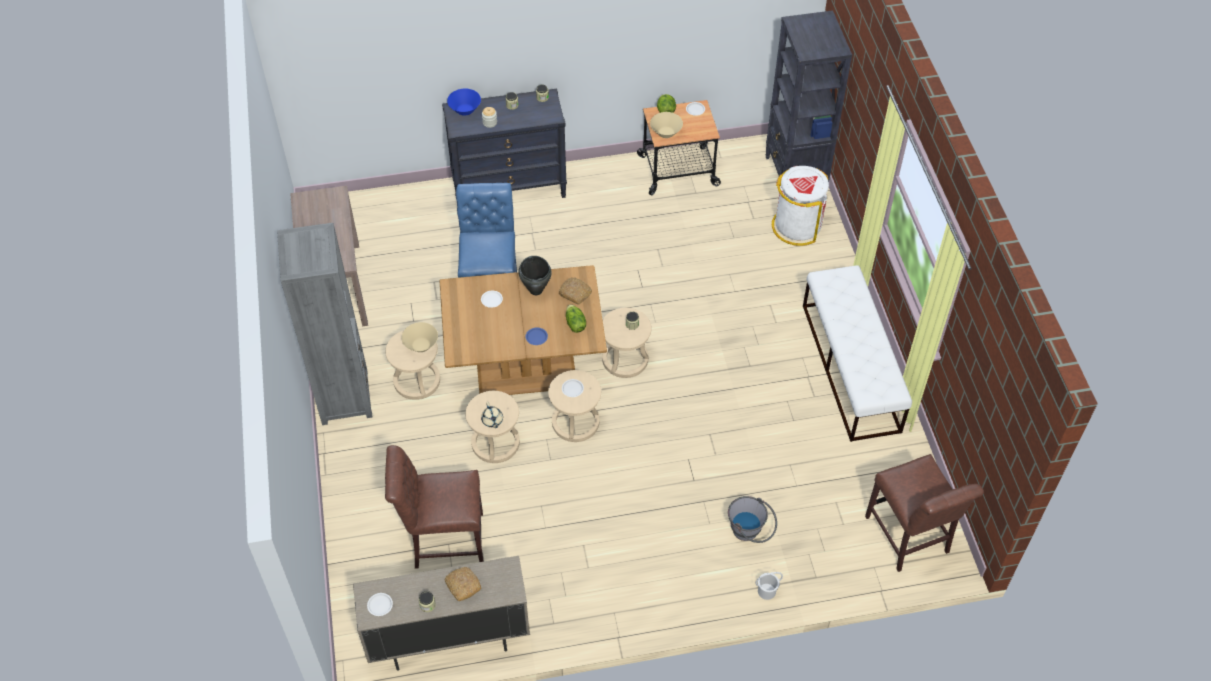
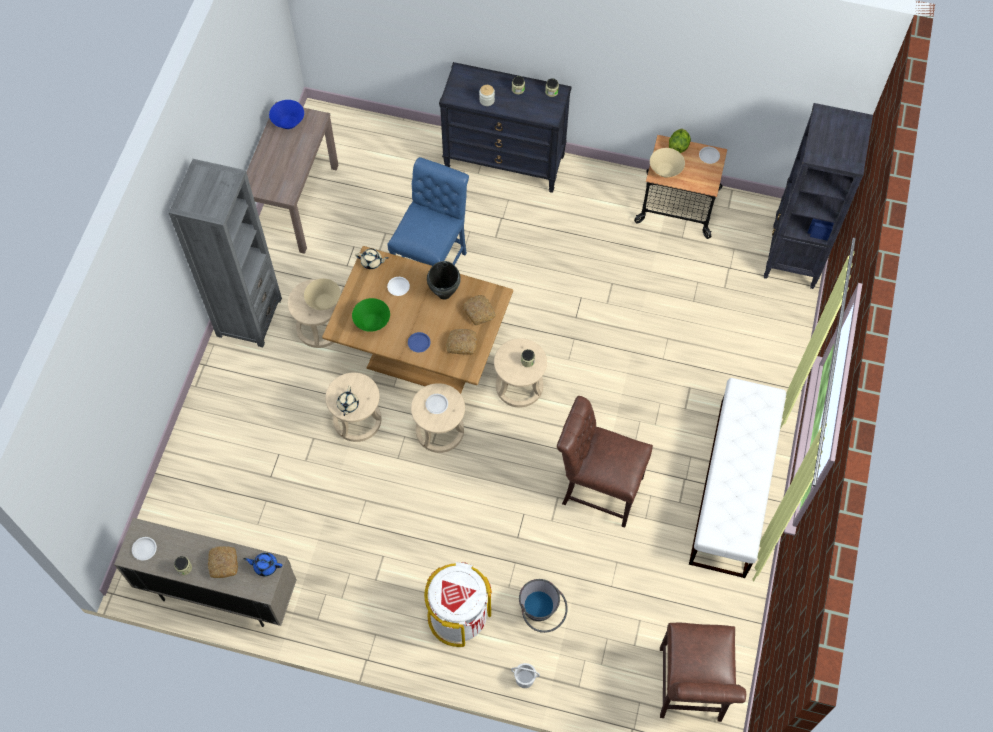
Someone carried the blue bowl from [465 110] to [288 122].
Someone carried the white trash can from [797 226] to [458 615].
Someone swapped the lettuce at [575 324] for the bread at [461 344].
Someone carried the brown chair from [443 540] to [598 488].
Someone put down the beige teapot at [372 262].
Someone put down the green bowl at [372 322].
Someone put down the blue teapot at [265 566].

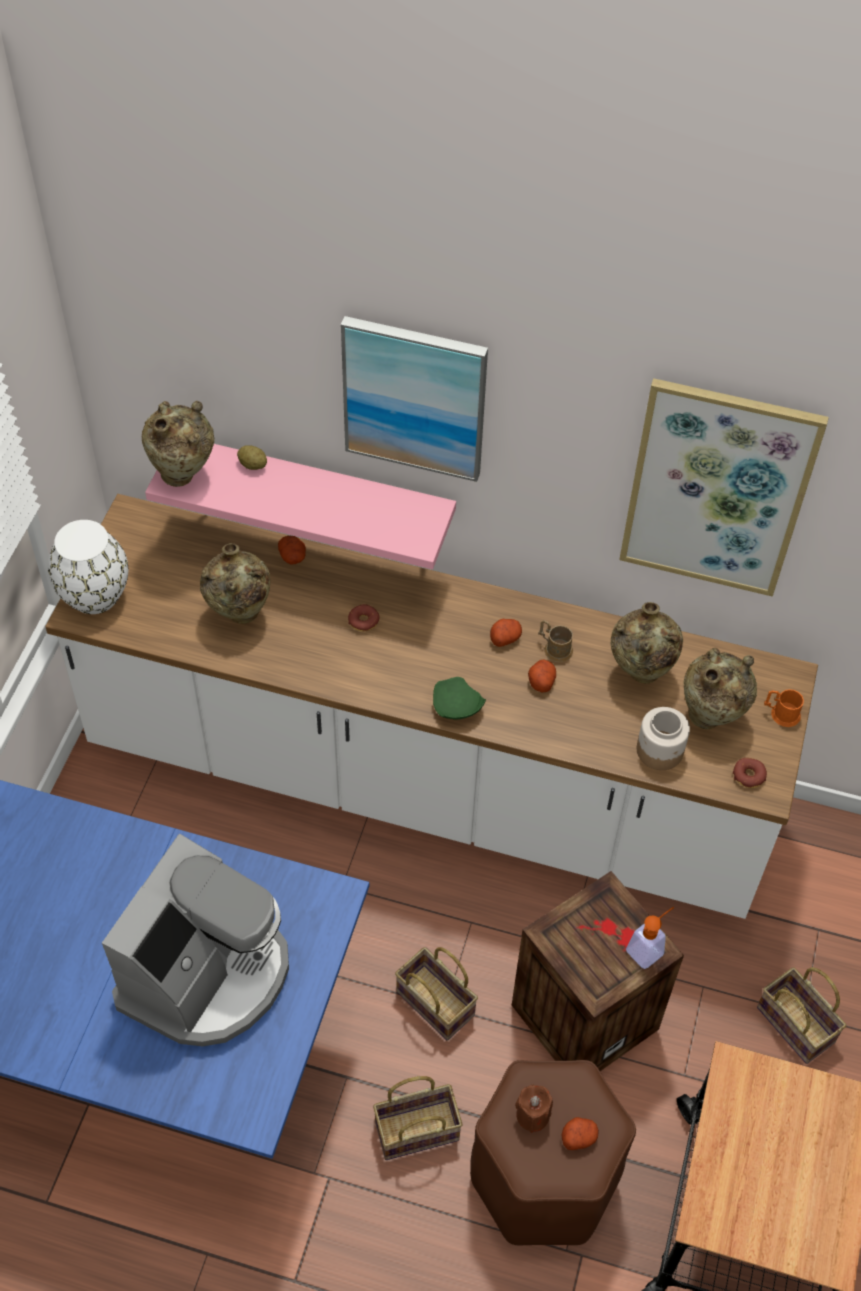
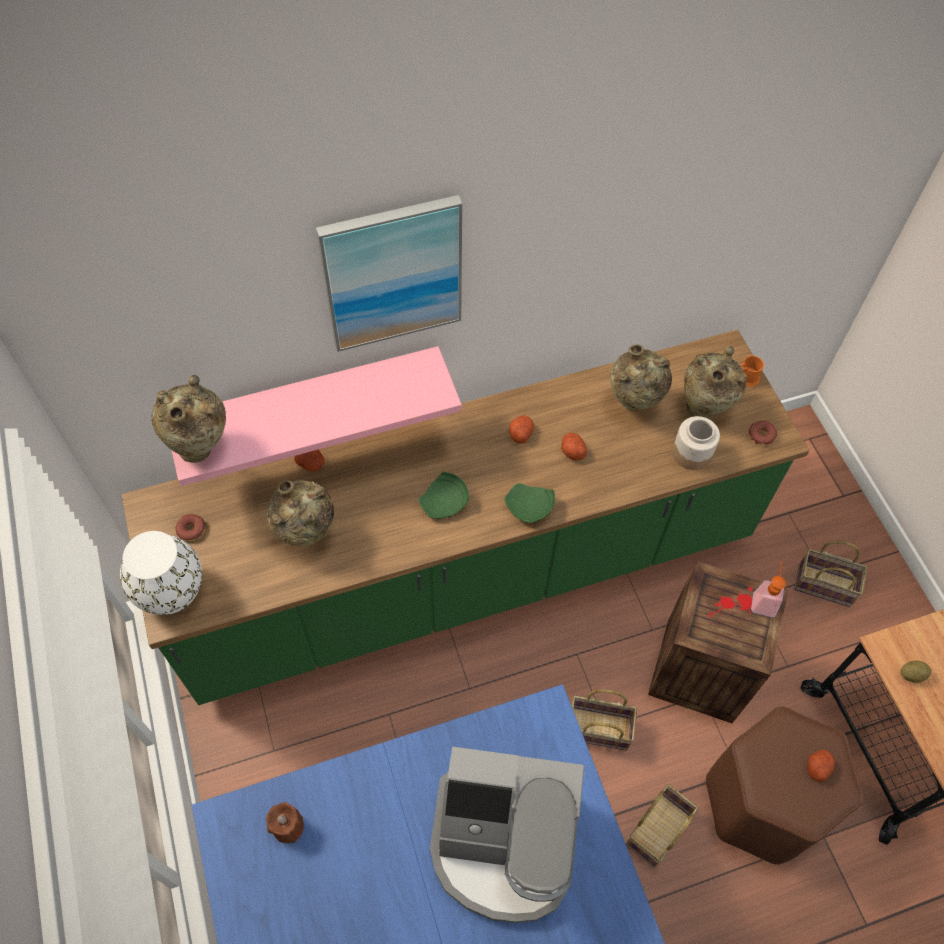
Someone took away the picture at [717 489].
Someone carried the potato from [253 465] to [911 675].
Someone repainted the white counter at [426 782], which became the green counter at [469 572].
Someone carried the donut from [363 621] to [191 530].
Someone took away the brown mug at [554 648].
Someone rotated the coffee machine at [207 974] by 105 degrees clockwise.
Someone carried the brown candle from [532 1115] to [288 827].
Someone put down the green plate at [444 503].

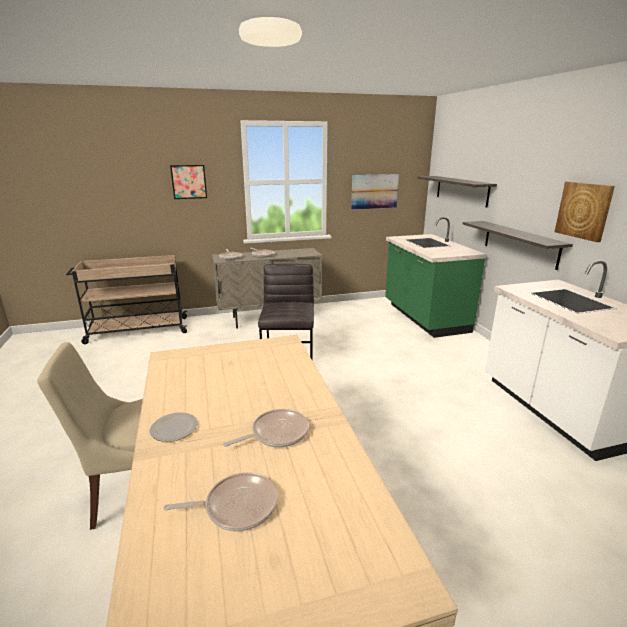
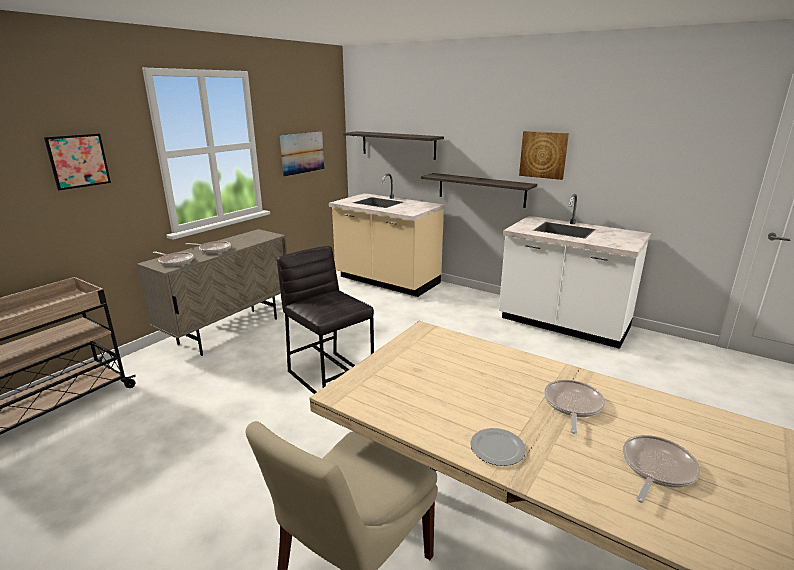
Someone repainted the green counter at [424 317], which became the beige counter at [386 281].

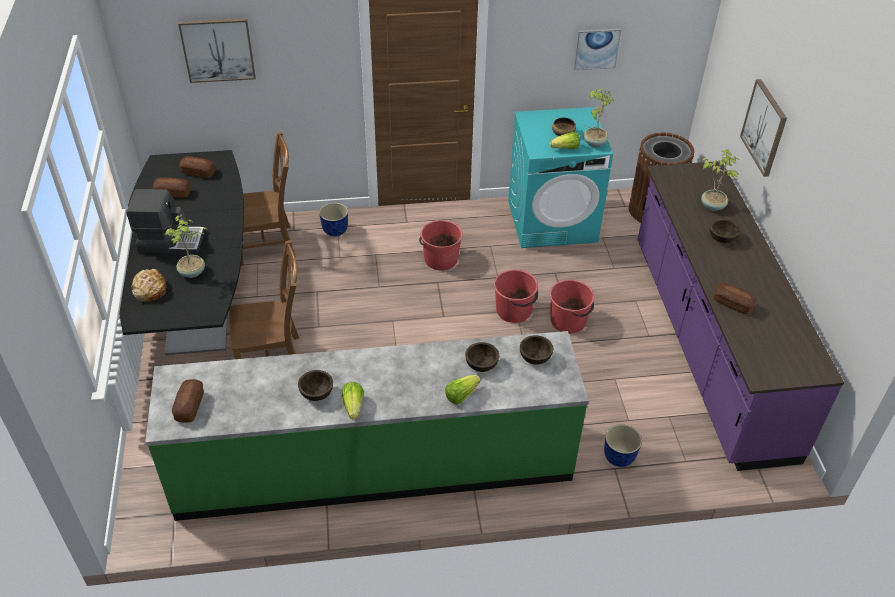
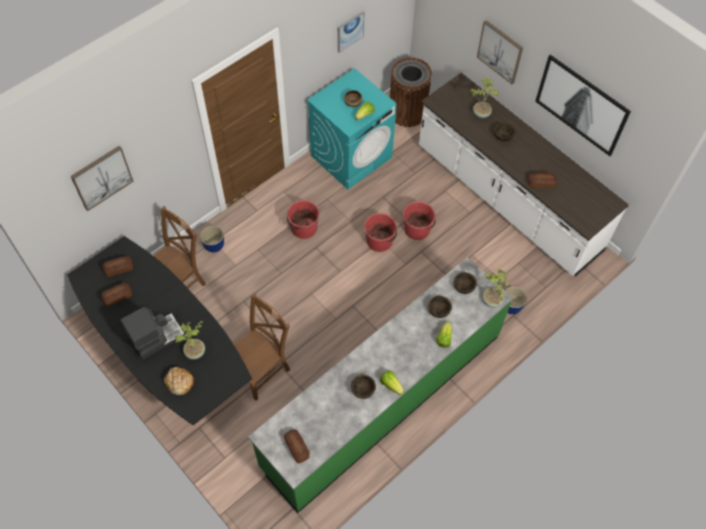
Someone carried the potted plant from [593 143] to [491 301].
Someone repainted the purple counter at [708 345], which became the white counter at [506 199].
Someone put up the picture at [582 104].

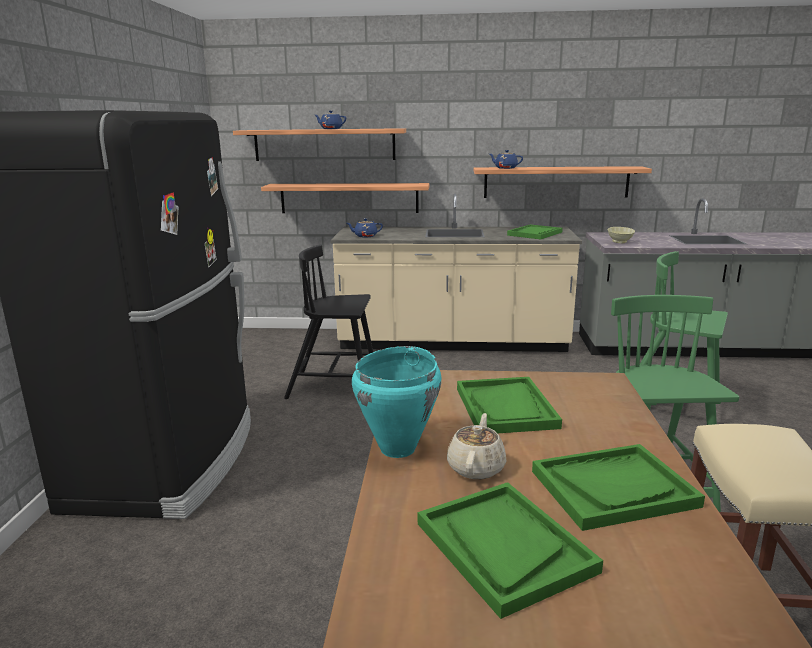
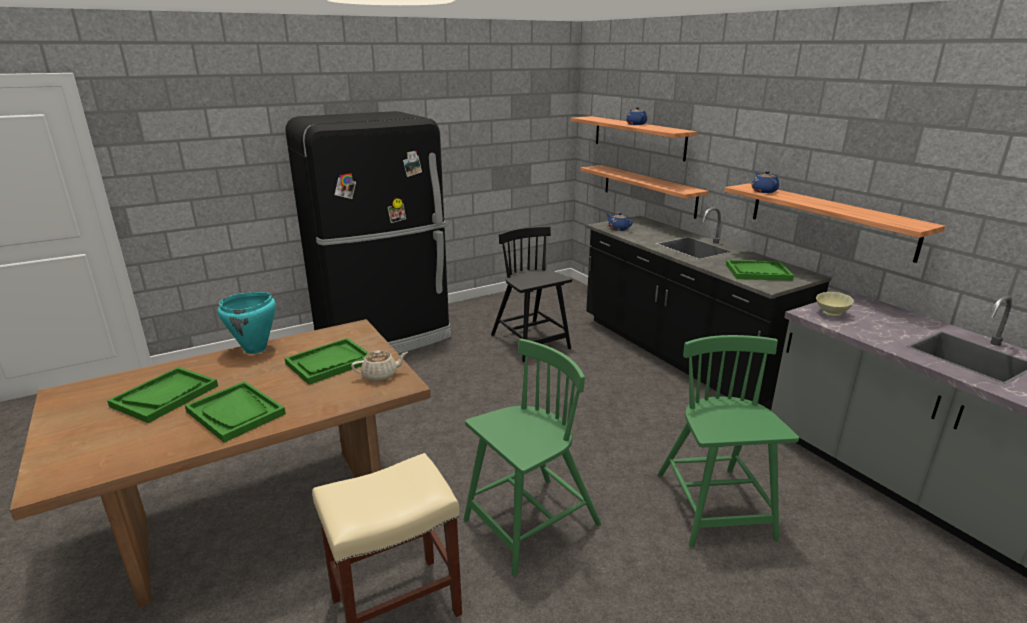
Someone repainted the beige counter at [452 343], which became the black counter at [679 356].
Someone carried the beige teapot from [476 467] to [380 375].

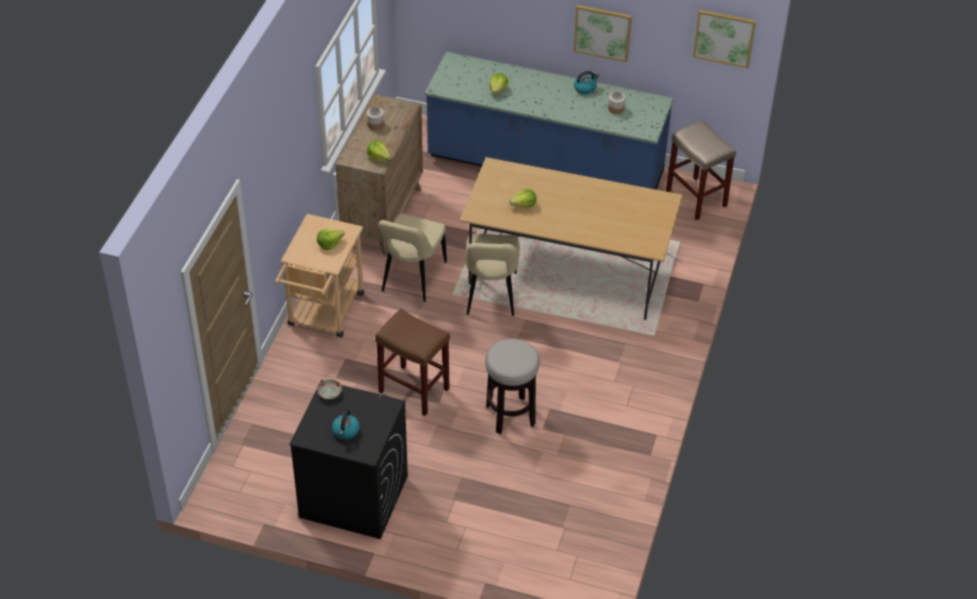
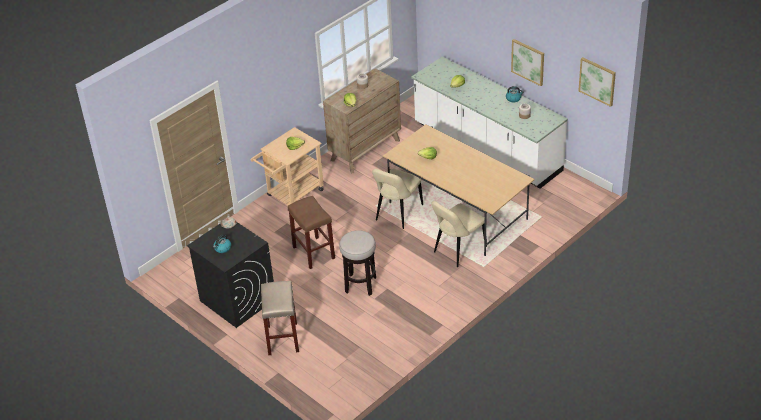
Someone repainted the blue counter at [545 166], which became the white counter at [486 148].
Someone carried the beige stool from [697 198] to [283 339].
Someone carried the beige chair from [412 279] to [458 250].

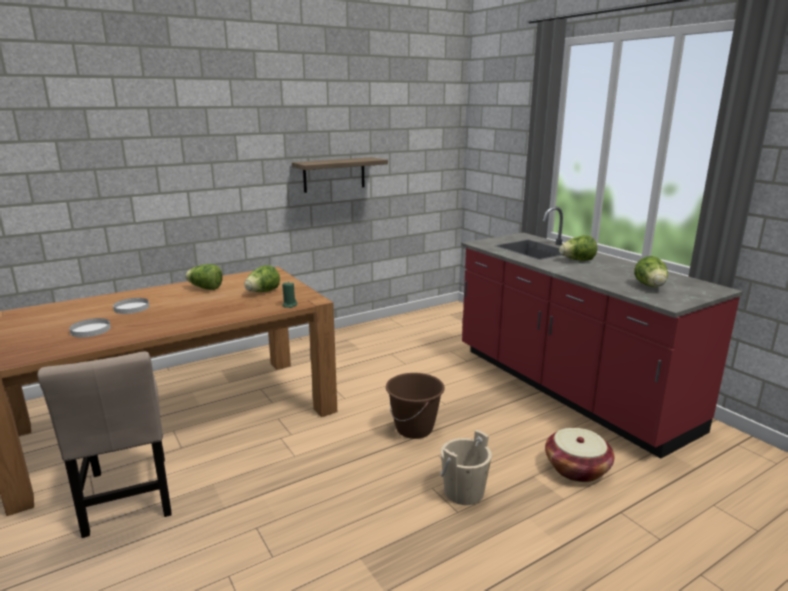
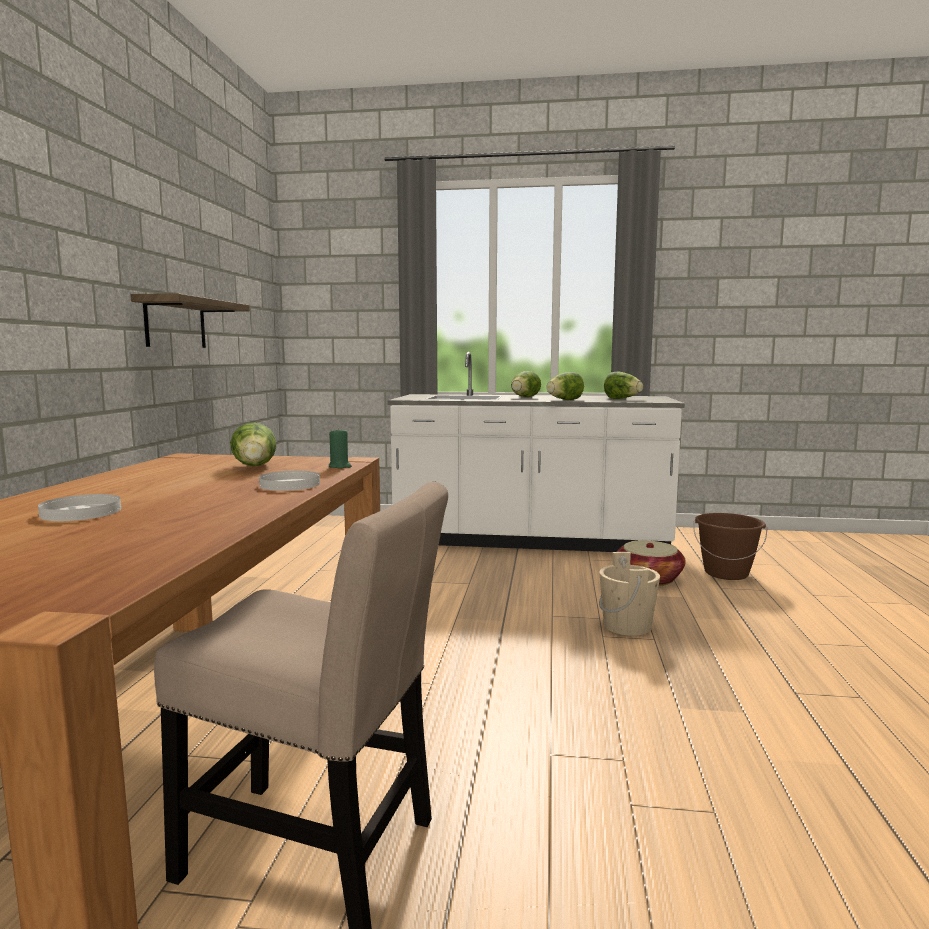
Someone repainted the red counter at [567 388], which became the white counter at [530 540].
Someone carried the lettuce from [205 288] to [564 400].
Someone carried the white plate from [90 330] to [289 484].
Someone carried the brown bucket from [414 429] to [726 573].

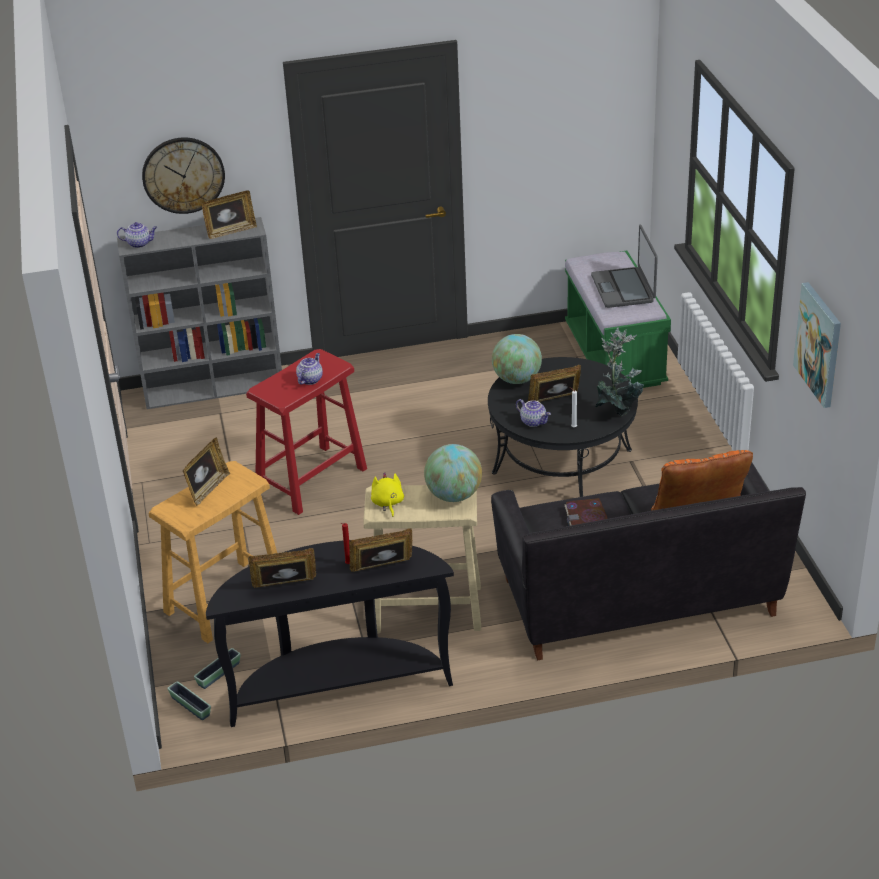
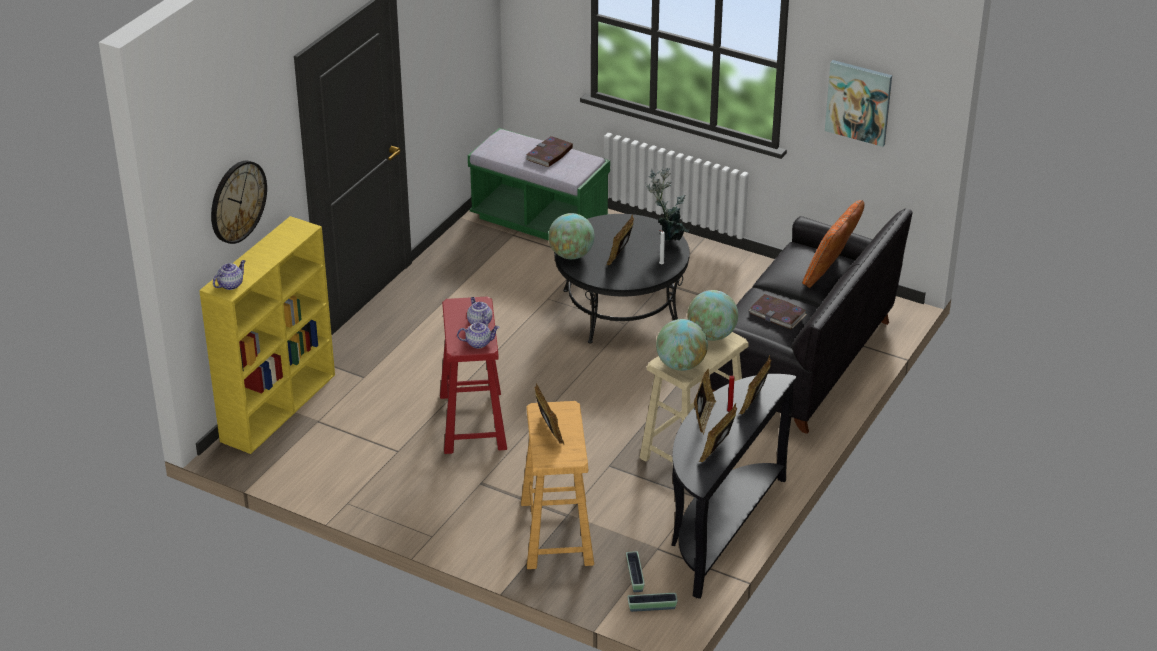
Someone carried the picture frame from [231 231] to [703 418].
Someone repainted the grey bookcase at [215 388], which became the yellow bookcase at [279 407].
Someone swapped the laptop at [623 288] for the book at [549 154].
Someone carried the teapot from [534 422] to [478 343].
Someone swapped the yellow plush toy at [387 503] for the globe at [681 365].

